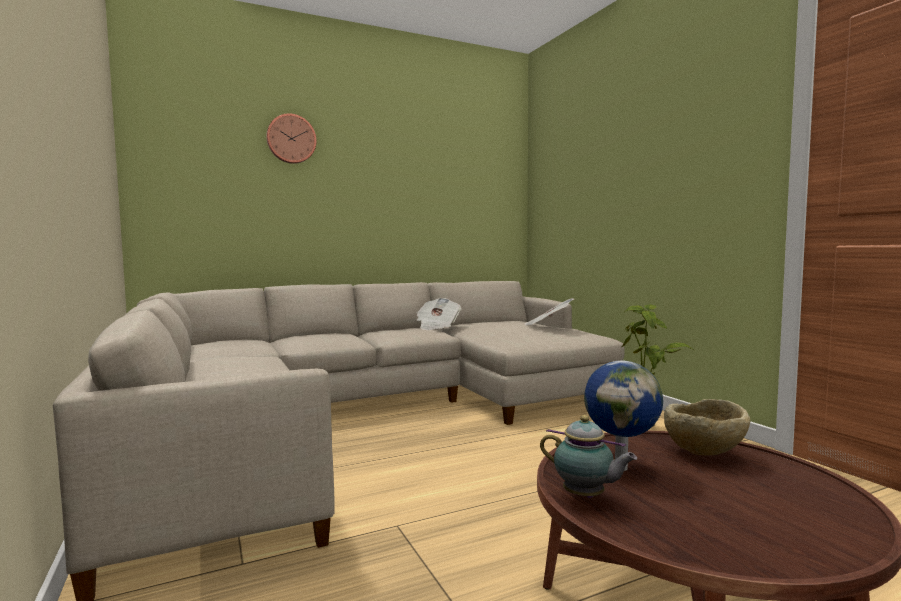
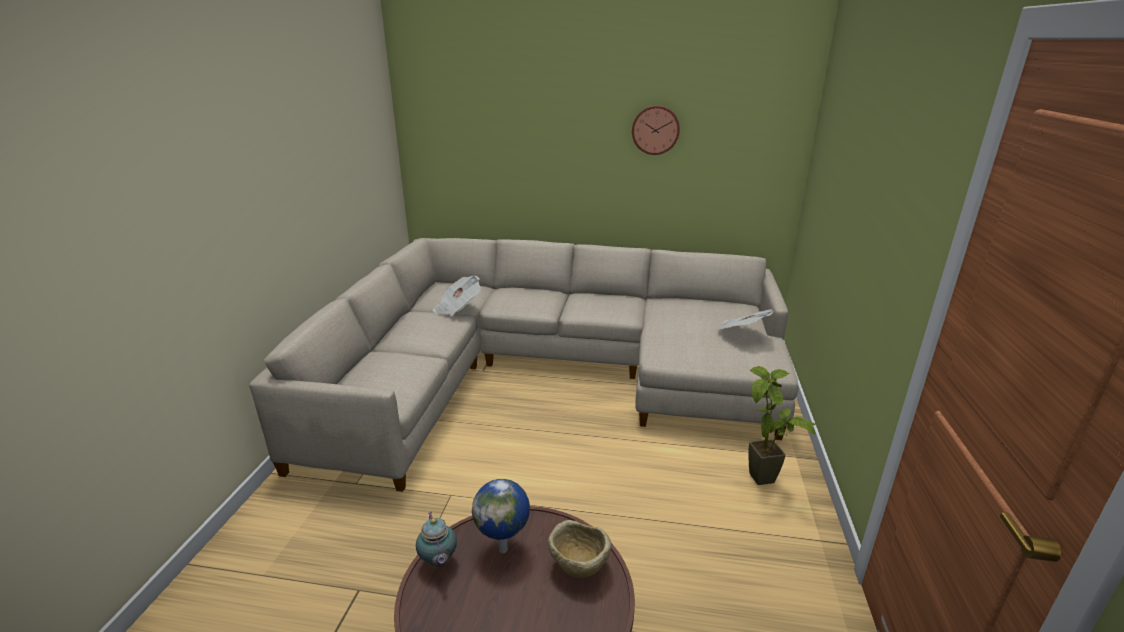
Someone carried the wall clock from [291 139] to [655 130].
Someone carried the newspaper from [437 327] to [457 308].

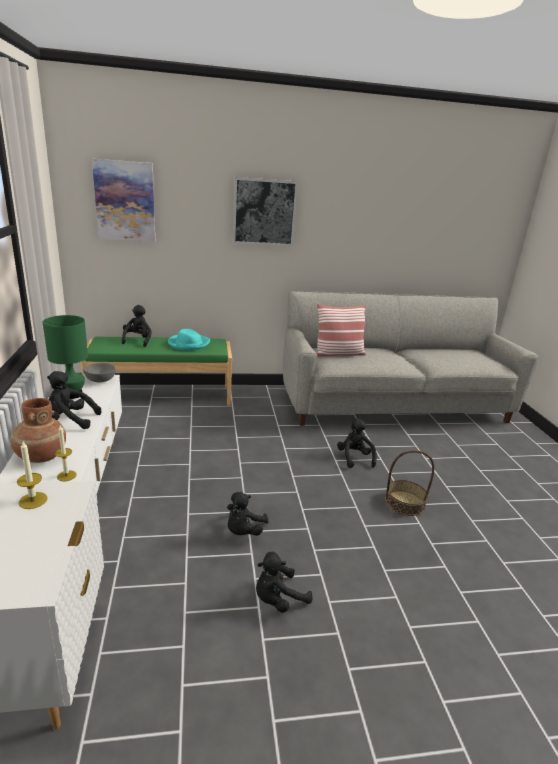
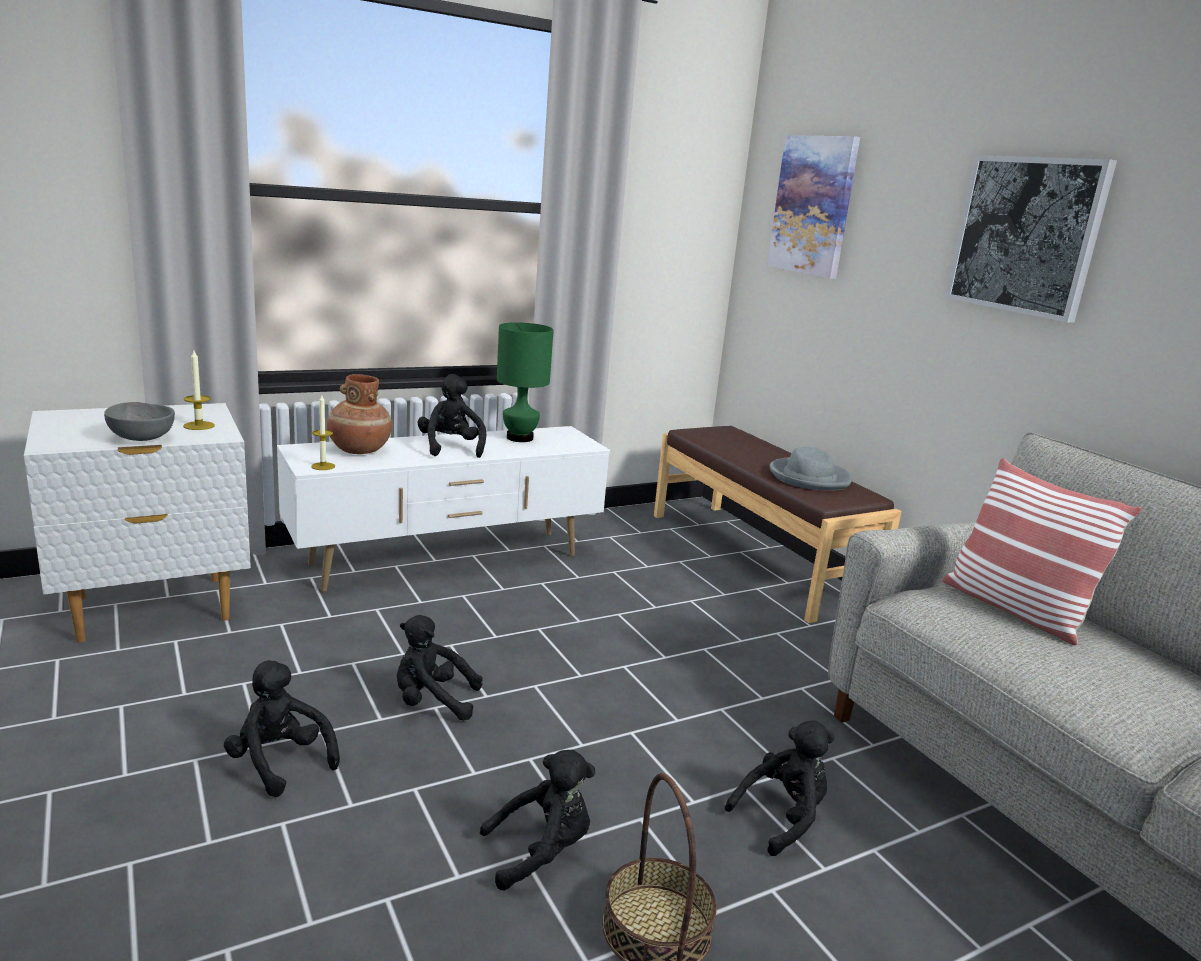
Someone carried the black plush toy from [137 340] to [541 852].
Someone repainted the turquoise hat at [188 344], which became the grey hat at [809 477].
Someone repainted the green bench at [161 395], which became the brown bench at [757 557].
Someone carried the grey bowl from [99 380] to [142 438].

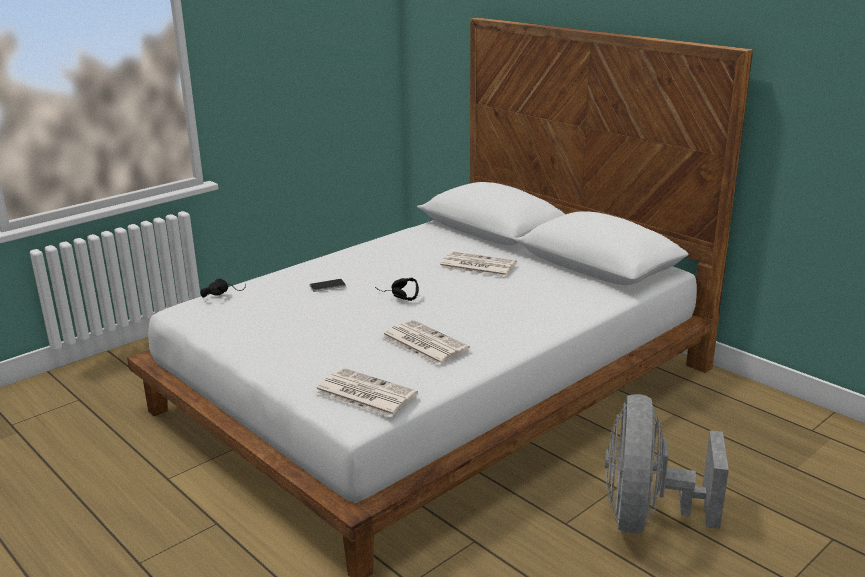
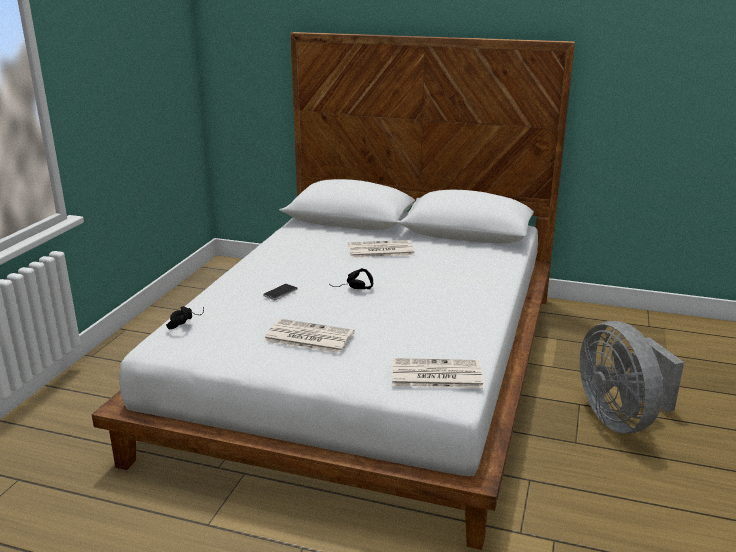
Someone carried the newspaper from [423 343] to [308 337].

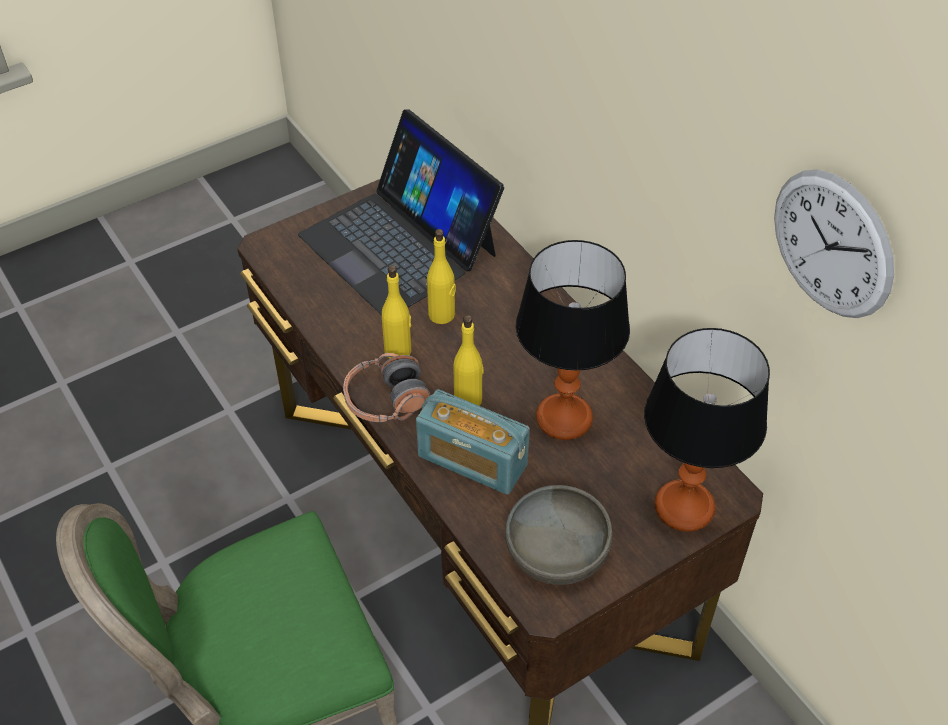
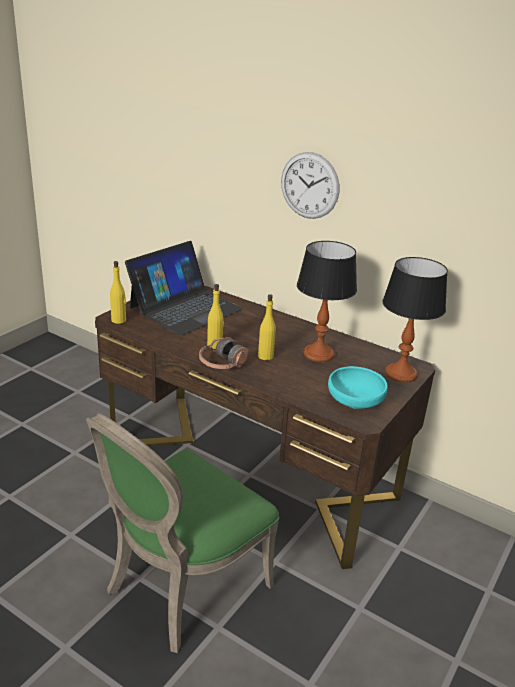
Someone rotated the laptop at [399 244] by 75 degrees counterclockwise.
Someone carried the wall clock from [832 244] to [309 185].
Someone carried the yellow bottle from [442 315] to [119 320].
Someone took away the radio at [472 461].
Someone repainted the grey bowl at [557 552], which became the turquoise bowl at [355 401].

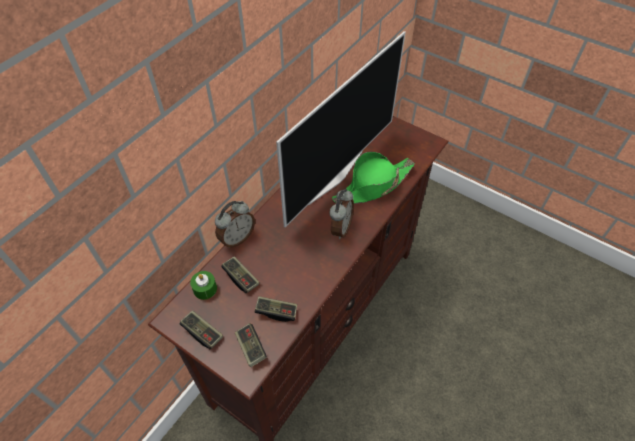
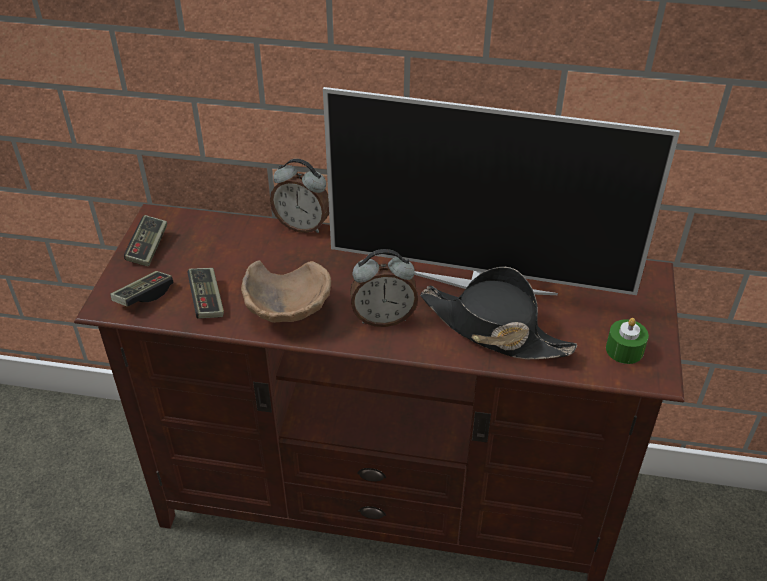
Someone repainted the green hat at [373 186], which became the black hat at [493 329].
Someone took away the game controller at [241 278].
Someone carried the green candle from [205 289] to [624 350].
Someone put down the brown bowl at [287 314].

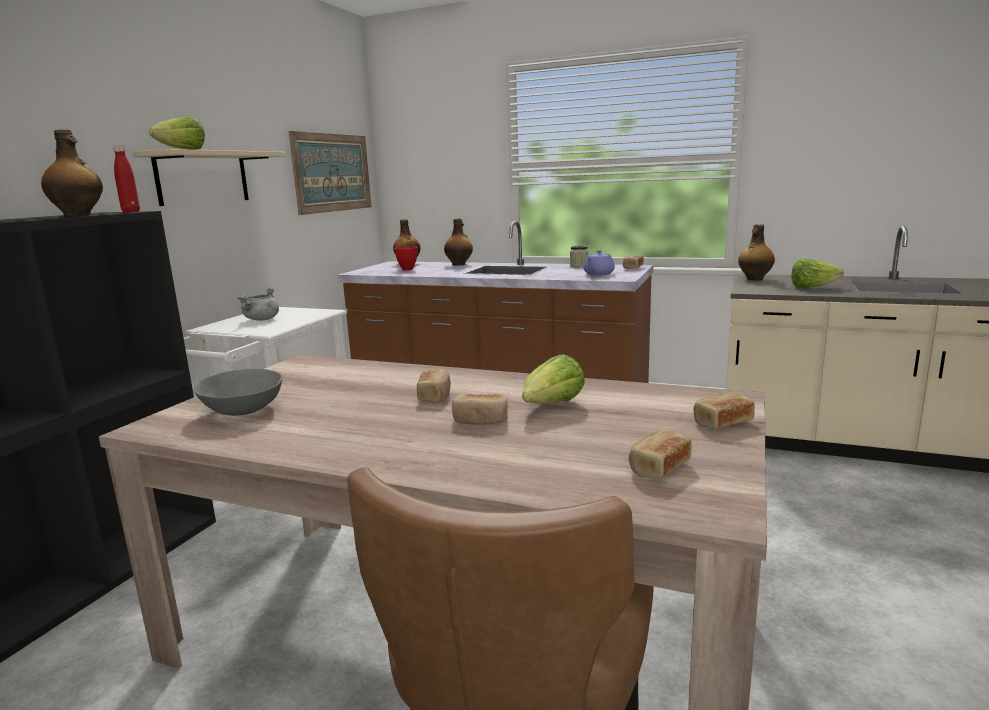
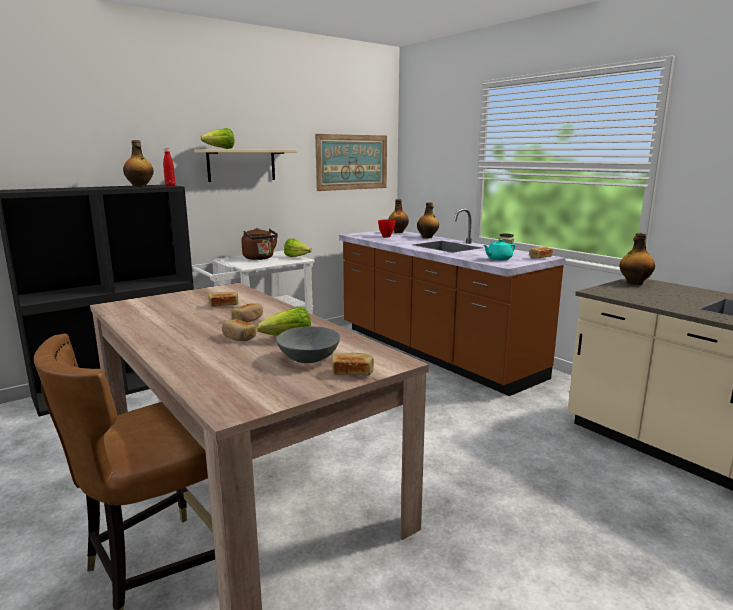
Someone repainted the purple teapot at [598 274], which became the turquoise teapot at [498 259].
Someone carried the lettuce from [812 287] to [297 257].
Someone swapped the grey cooking pot at [262 319] for the brown kettle at [260 258].
Someone carried the grey bowl from [242 410] to [308 358].
Someone carried the bread from [658 467] to [224 305].

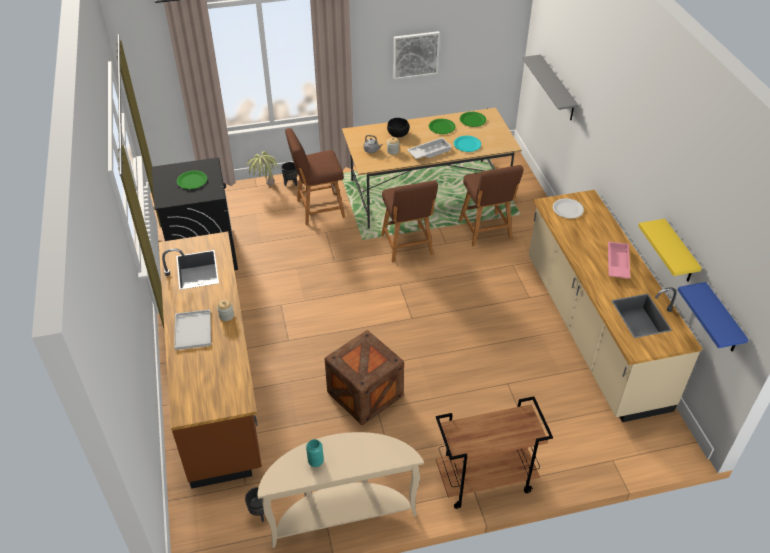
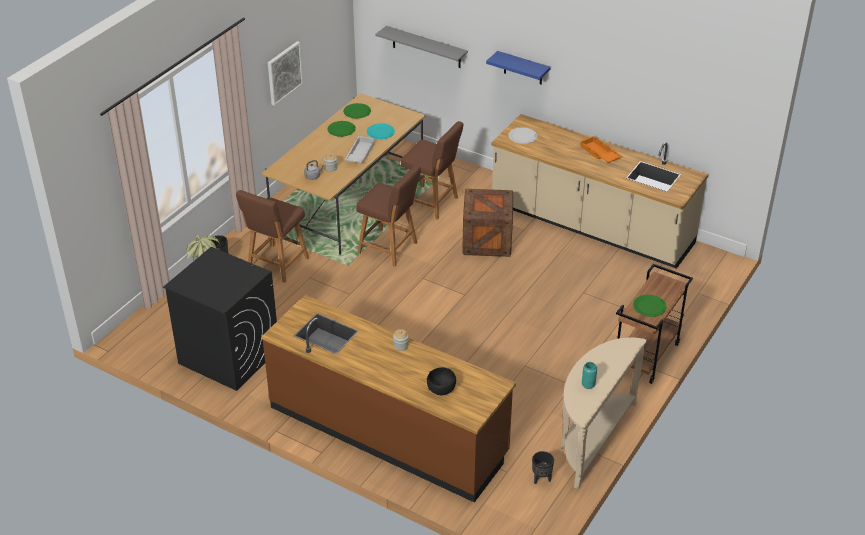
Someone carried the black bowl from [398 134] to [441 389].
Someone carried the green plate from [192 181] to [649 306].
Someone took away the yellow shelf at [679 253].
Someone repainted the pink tray at [616 263], which became the orange tray at [599 153].
Someone carried the blue shelf from [722 320] to [523 68].
Someone took away the white tray at [193 331].
Someone carried the crate from [365 394] to [487 241].

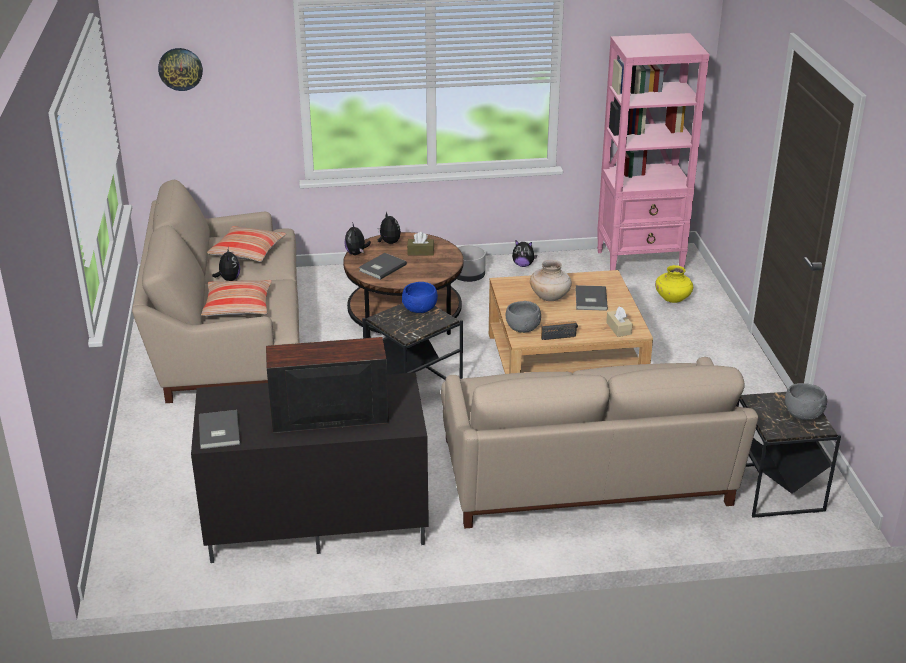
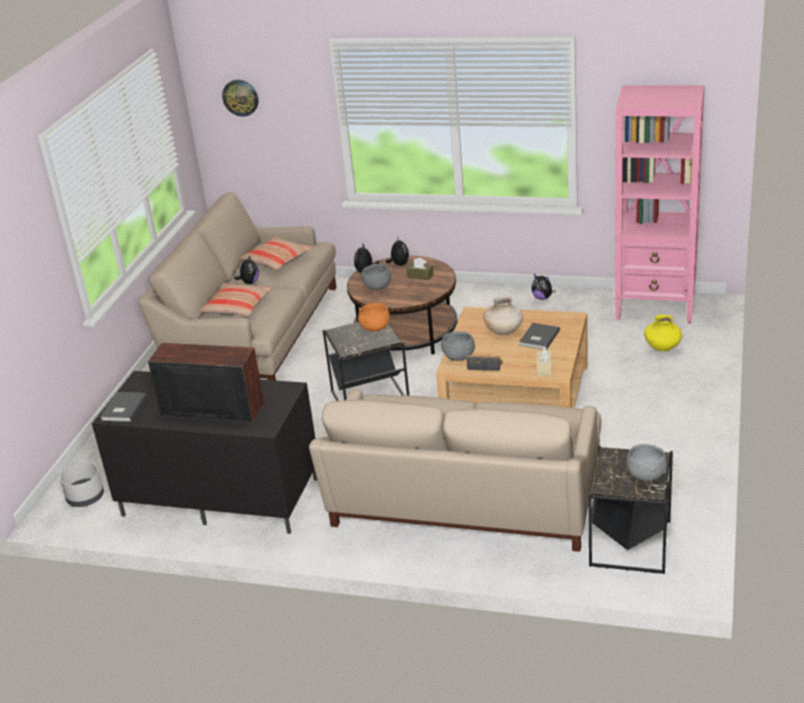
Someone carried the grey planter from [468 276] to [85 497].
Someone swapped the grey book at [381 267] for the grey bowl at [376 286].
Someone repainted the blue bowl at [420 309], which became the orange bowl at [375 328].

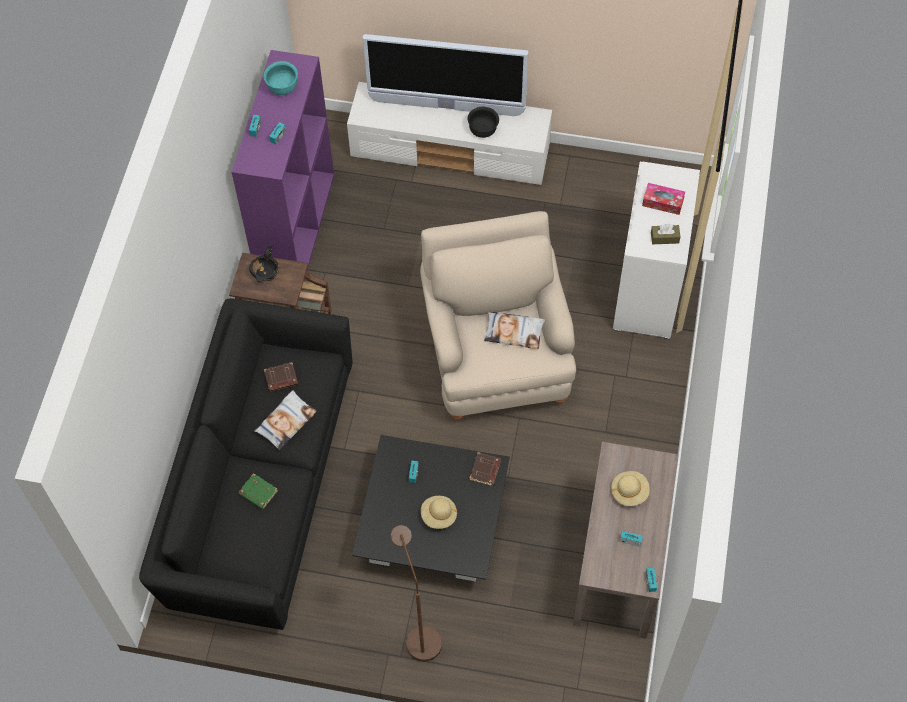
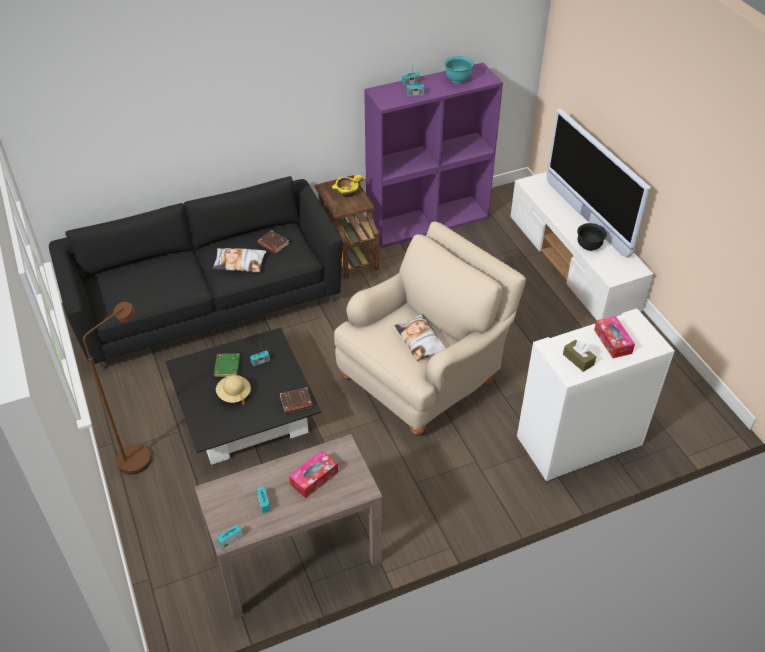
Someone repainted the black bowl at [265 272], which became the yellow bowl at [347 192].
Someone swapped the beige hat at [629 492] for the tissue box at [314 478].
Someone carried the green book from [257 493] to [226 367].

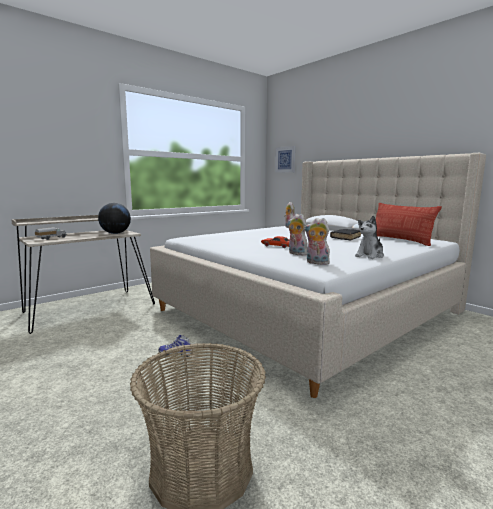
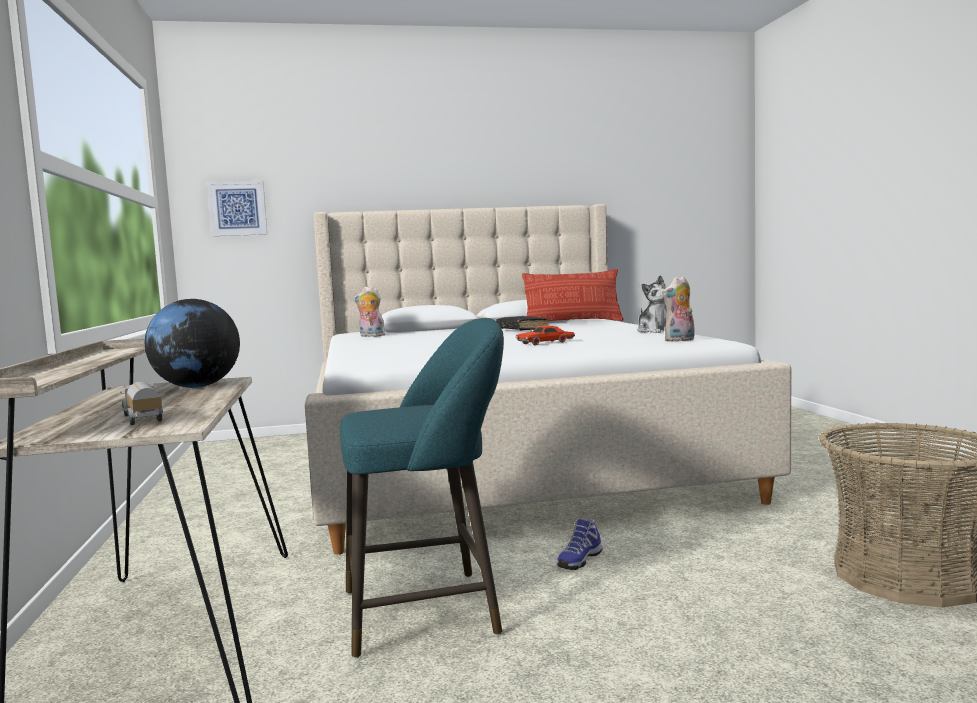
Someone took away the plush toy at [296 254].
Someone put down the turquoise stool at [430 610].

